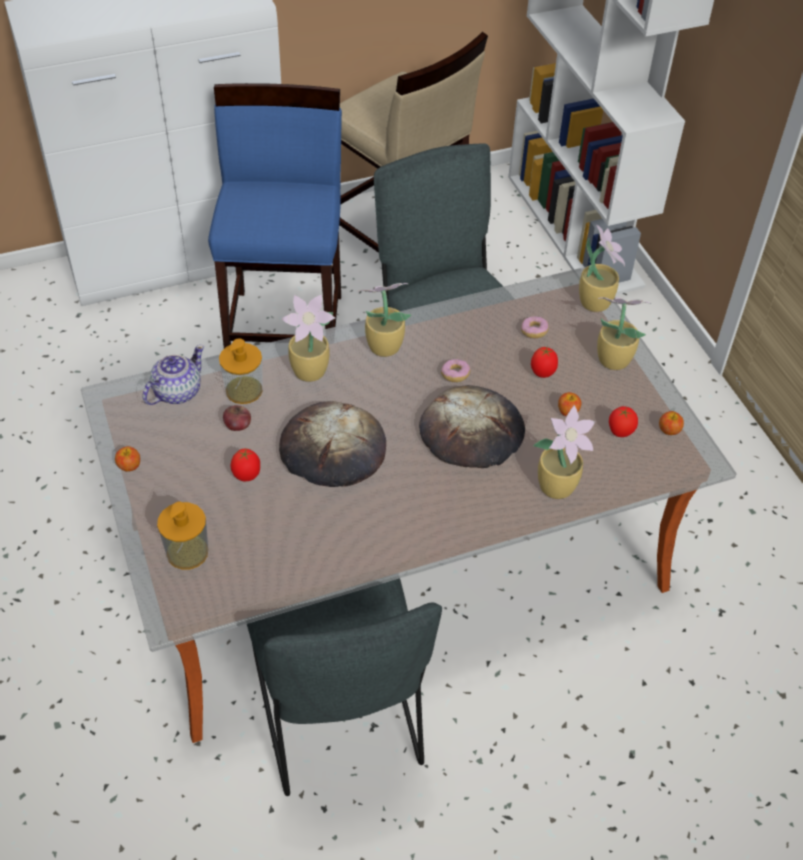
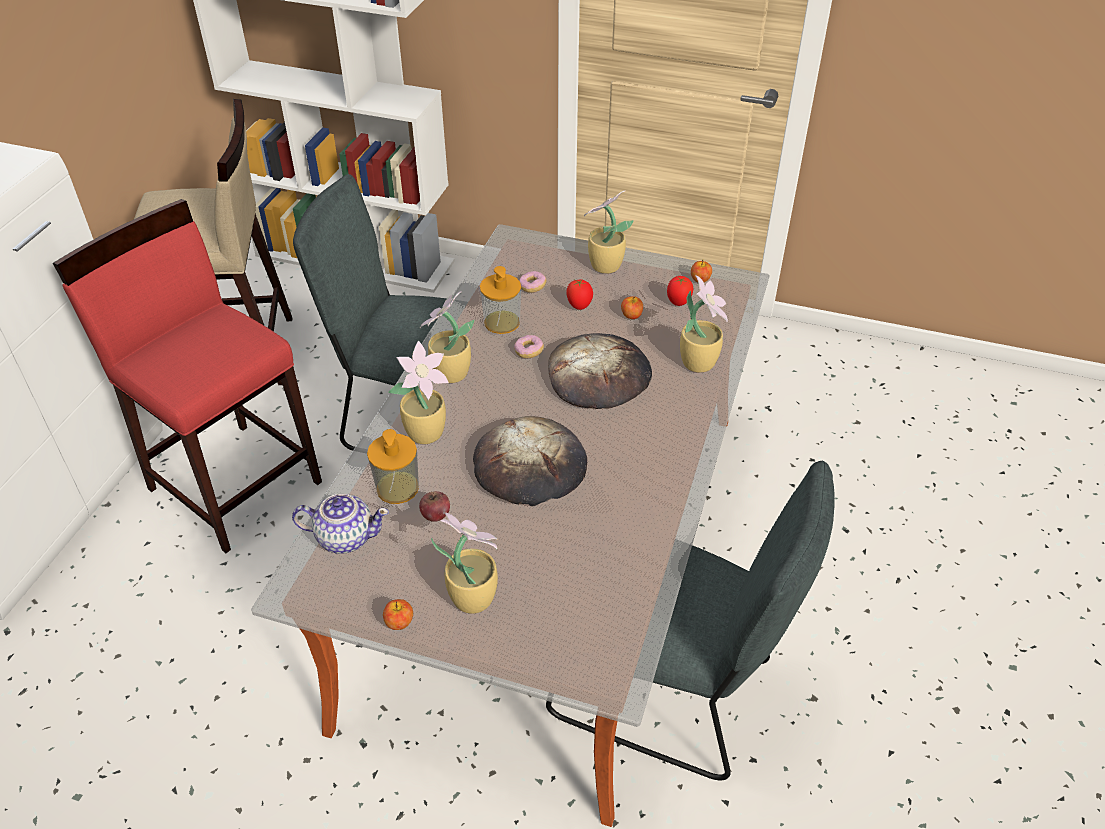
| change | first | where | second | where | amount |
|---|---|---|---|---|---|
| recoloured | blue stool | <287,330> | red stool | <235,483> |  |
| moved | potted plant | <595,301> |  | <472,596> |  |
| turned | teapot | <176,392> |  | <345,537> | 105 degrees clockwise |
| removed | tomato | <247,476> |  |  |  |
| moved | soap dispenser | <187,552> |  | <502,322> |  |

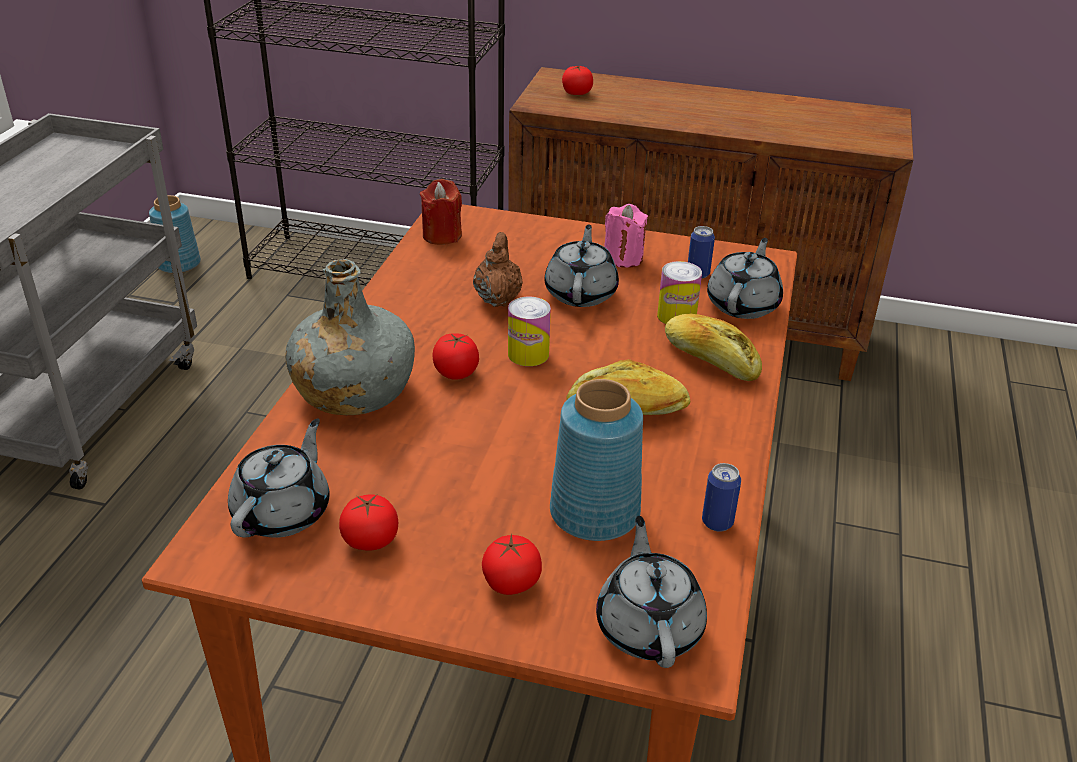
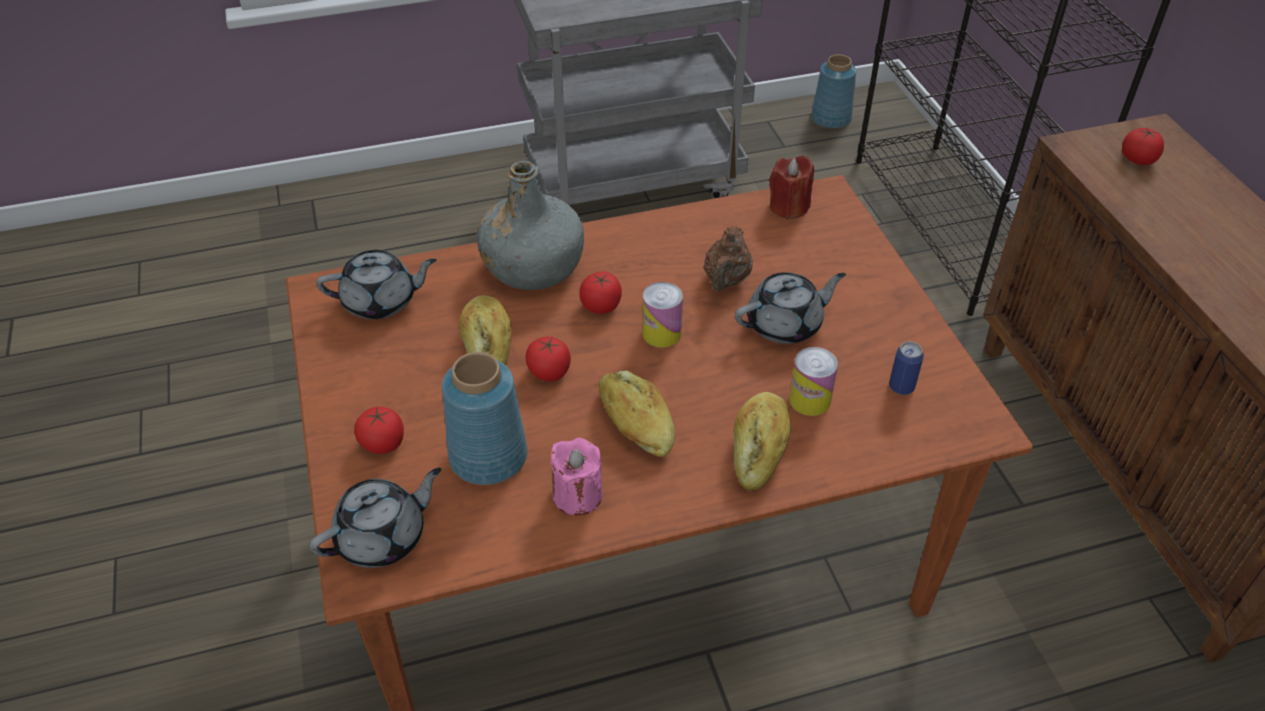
| change | first | where | second | where | amount |
|---|---|---|---|---|---|
| moved | pink candle | <623,258> |  | <577,495> |  |
| turned | brown teapot | <498,298> |  | <726,280> | 135 degrees clockwise |
| removed | grey teapot | <743,304> |  |  |  |
| removed | can | <717,522> |  |  |  |
| moved | tomato | <370,540> |  | <549,372> |  |
| added |  |  | bread | <488,346> |  |

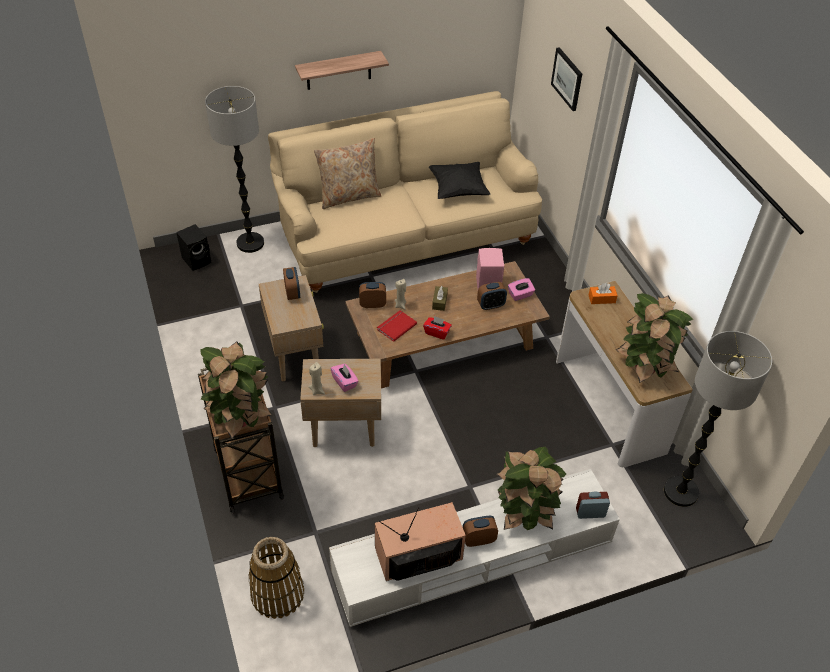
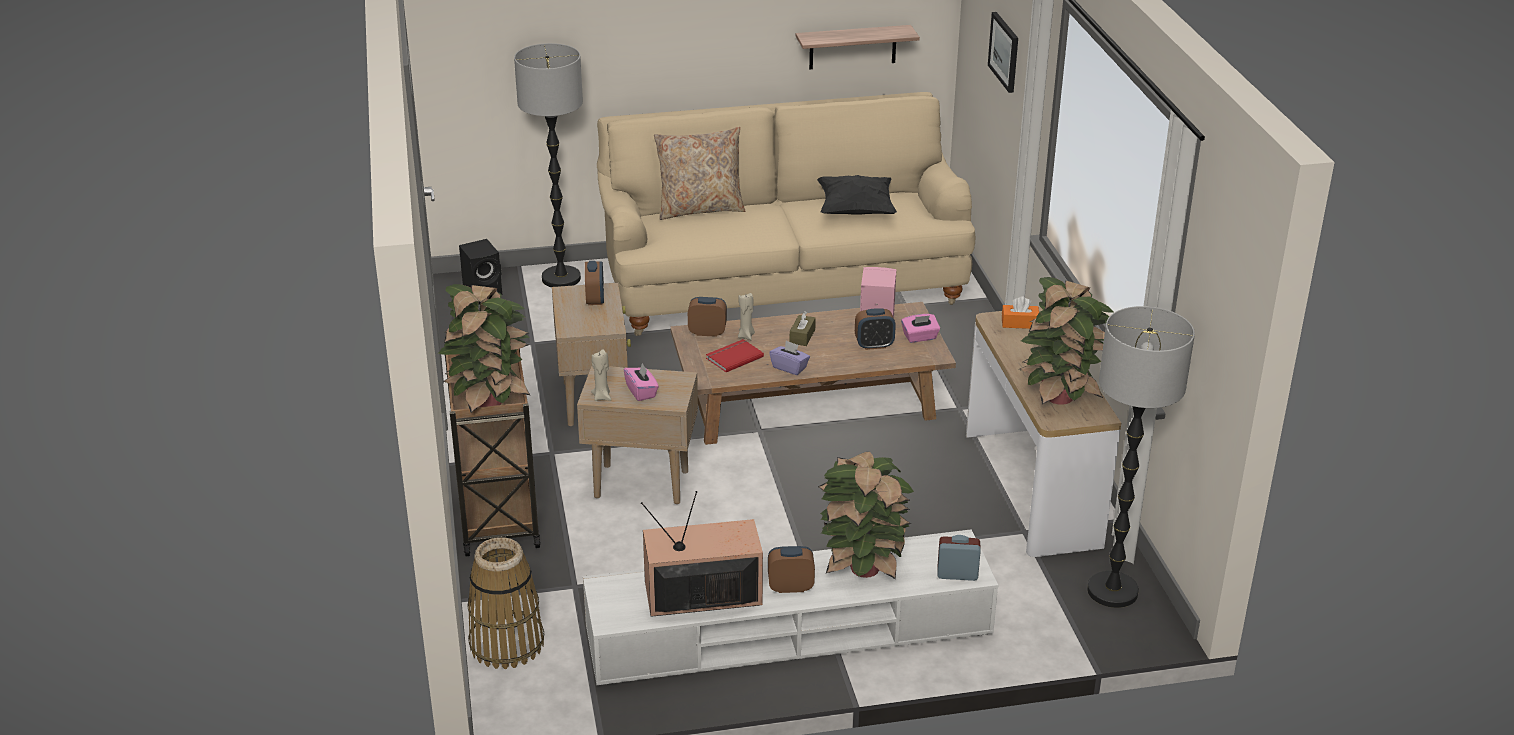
| change | first | where | second | where | amount |
|---|---|---|---|---|---|
| moved | shelf | <338,70> |  | <852,47> |  |
| recoloured | red tissue box | <437,332> | purple tissue box | <789,367> |  |

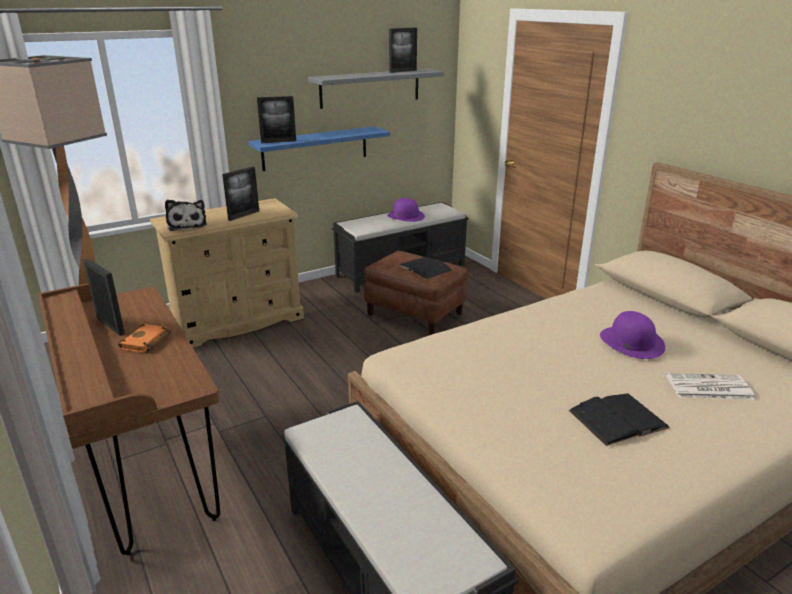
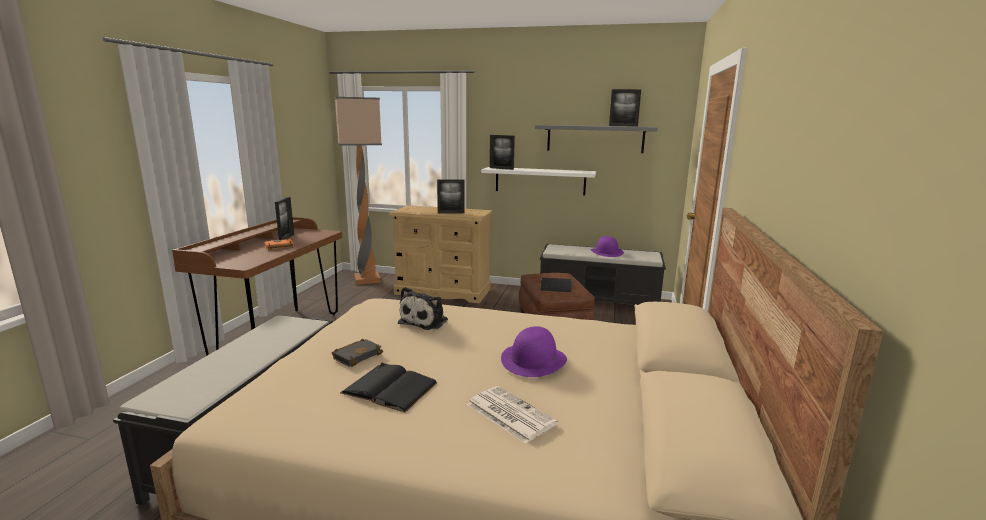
| change | first | where | second | where | amount |
|---|---|---|---|---|---|
| recoloured | blue shelf | <315,148> | white shelf | <540,181> |  |
| moved | plush toy | <187,225> |  | <425,321> |  |
| added |  |  | black book | <357,355> |  |

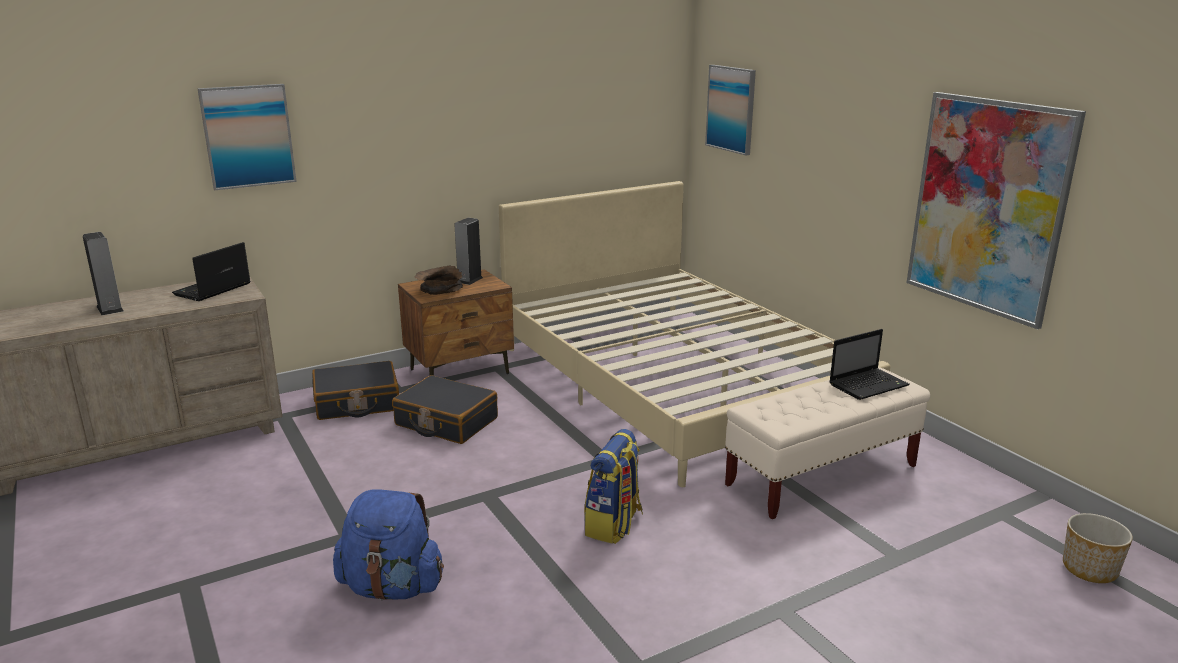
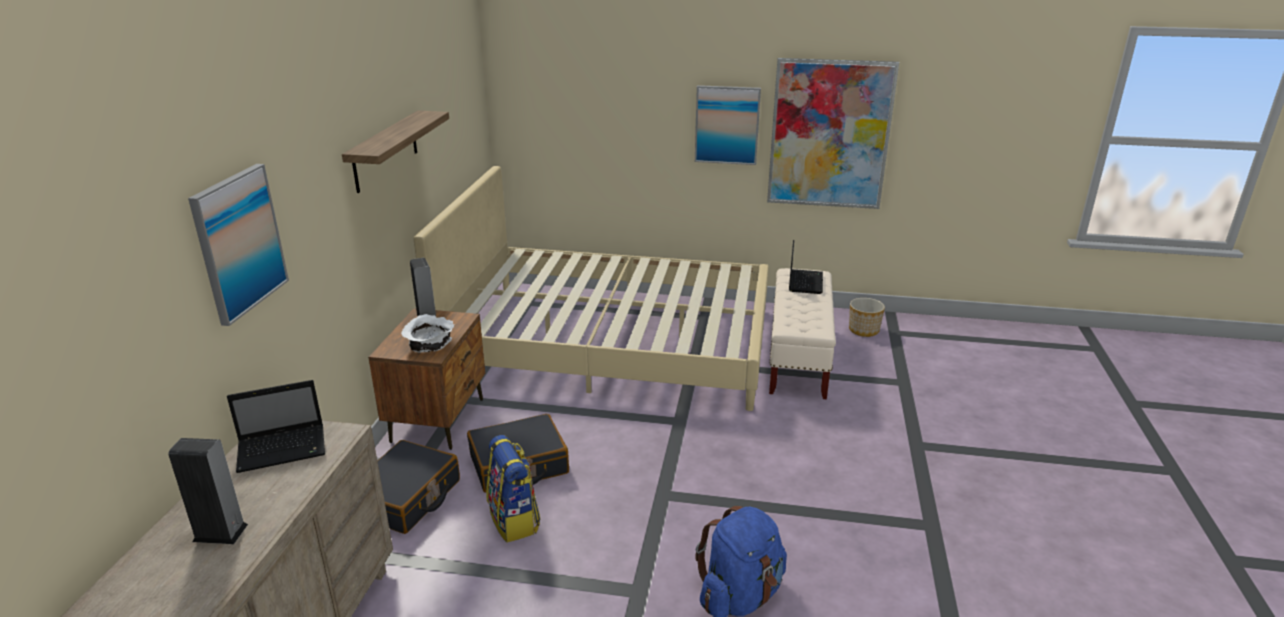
| change | first | where | second | where | amount |
|---|---|---|---|---|---|
| moved | picture | <731,109> |  | <727,125> |  |
| turned | laptop | <211,290> |  | <284,449> | 90 degrees counterclockwise |
| recoloured | brown bowl | <440,292> | white bowl | <430,345> |  |
| moved | backpack | <614,525> |  | <515,520> |  |
| moved | planter | <1089,569> |  | <863,330> |  |
| added |  |  | shelf | <385,151> |  |

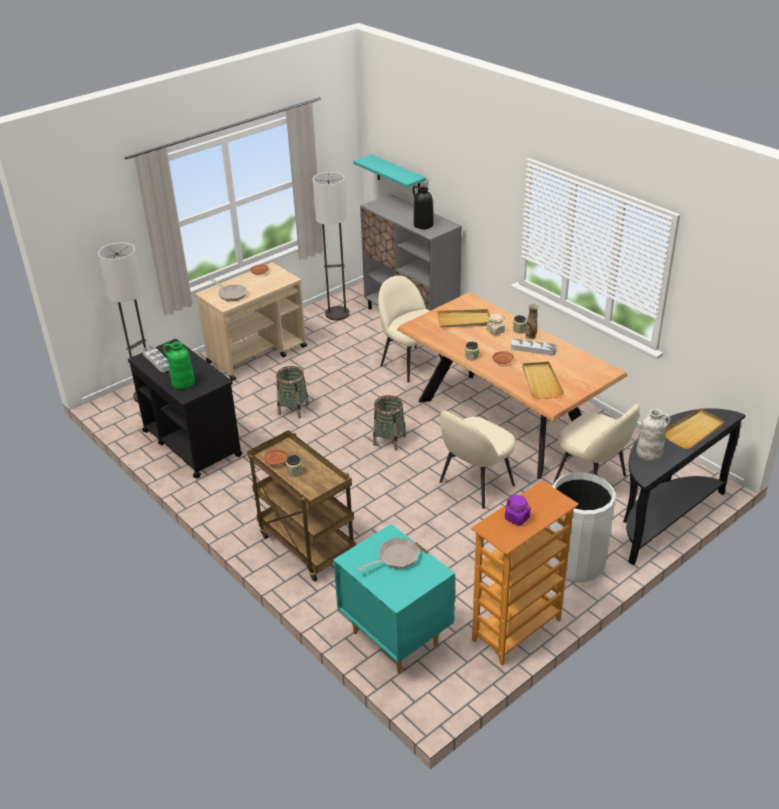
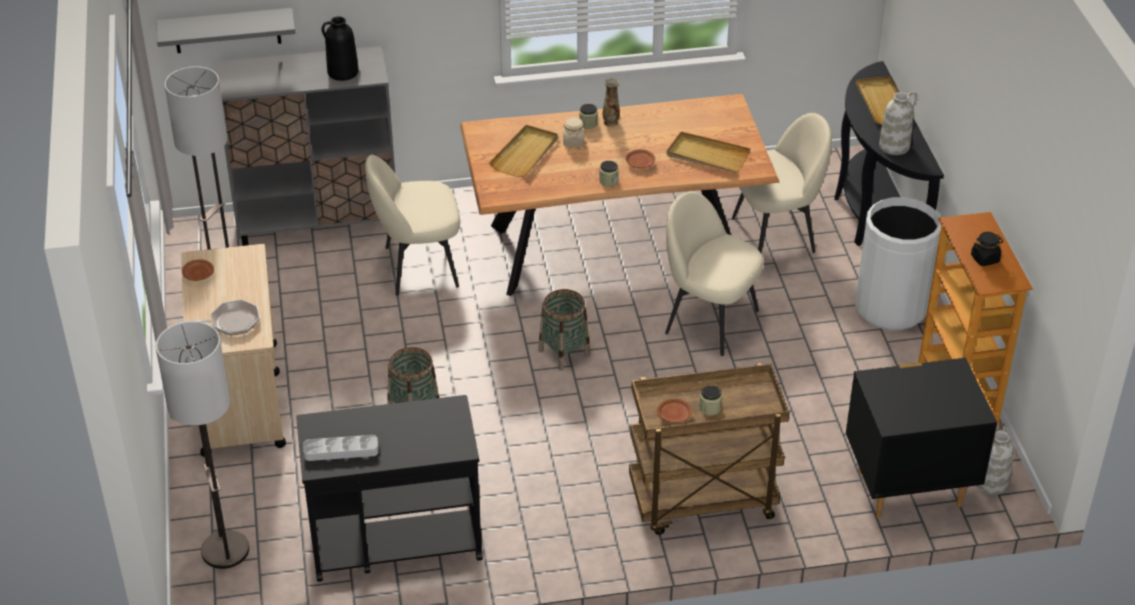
| change | first | where | second | where | amount |
|---|---|---|---|---|---|
| recoloured | turquoise shelf | <398,177> | grey shelf | <227,30> |  |
| removed | grey tray | <533,349> |  |  |  |
| removed | green vase | <183,383> |  |  |  |
| turned | beige chair | <475,484> |  | <709,320> | 135 degrees clockwise |
| recoloured | purple jar | <517,518> | black jar | <985,258> |  |
| recoloured | turquoise nightstand | <396,638> | black nightstand | <908,487> |  |
| removed | frying pan | <395,558> |  |  |  |
| added |  |  | white vase | <990,482> |  |

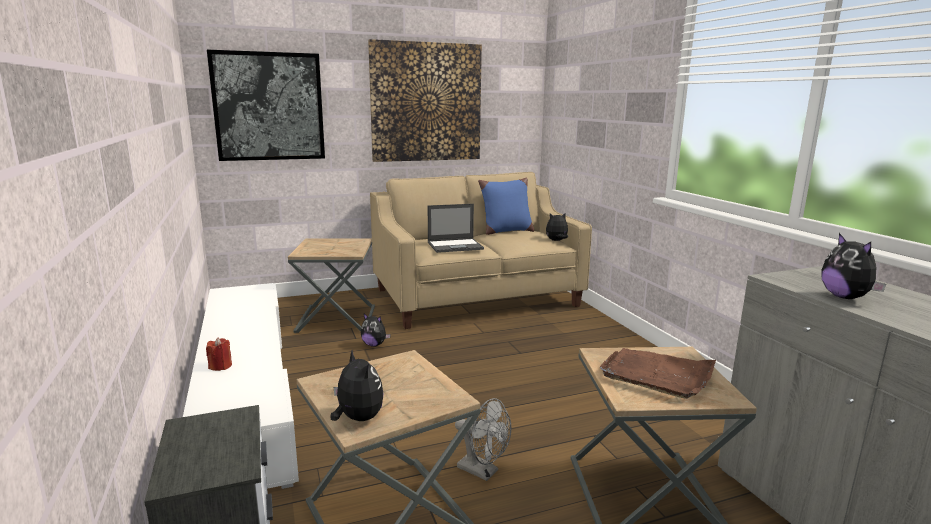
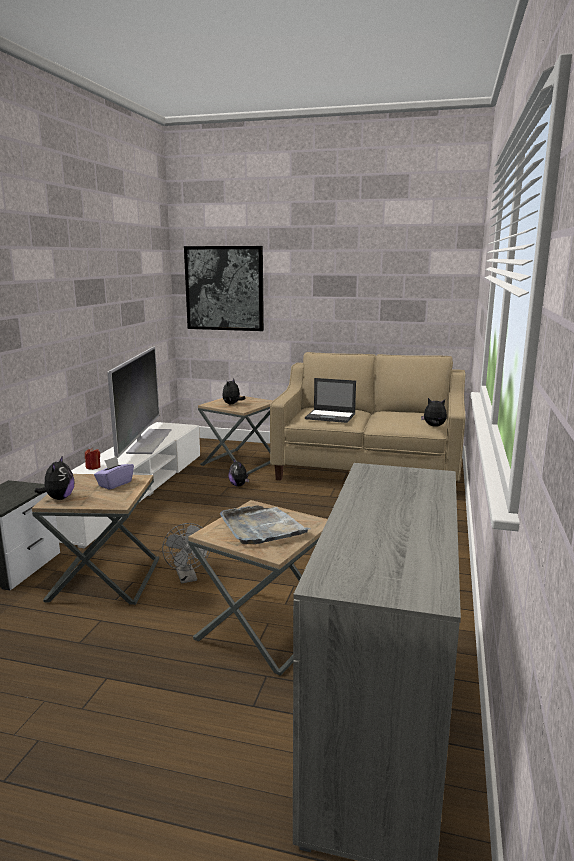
| change | first | where | second | where | amount |
|---|---|---|---|---|---|
| removed | picture | <426,102> |  |  |  |
| removed | blue pillow | <506,231> |  |  |  |
| moved | plush toy | <846,297> |  | <232,404> |  |
| recoloured | brown tray | <657,374> | grey tray | <262,527> |  |
| added |  |  | television | <148,441> |  |
| added |  |  | purple tissue box | <115,484> |  |

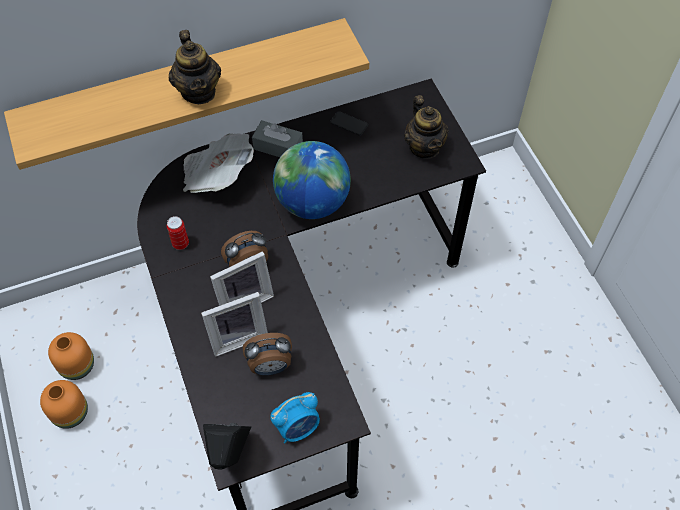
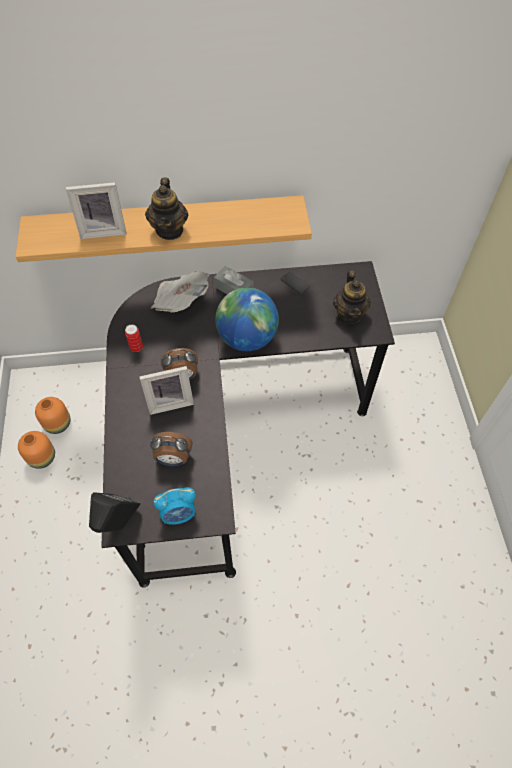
| change | first | where | second | where | amount |
|---|---|---|---|---|---|
| moved | picture frame | <237,336> |  | <103,229> |  |

